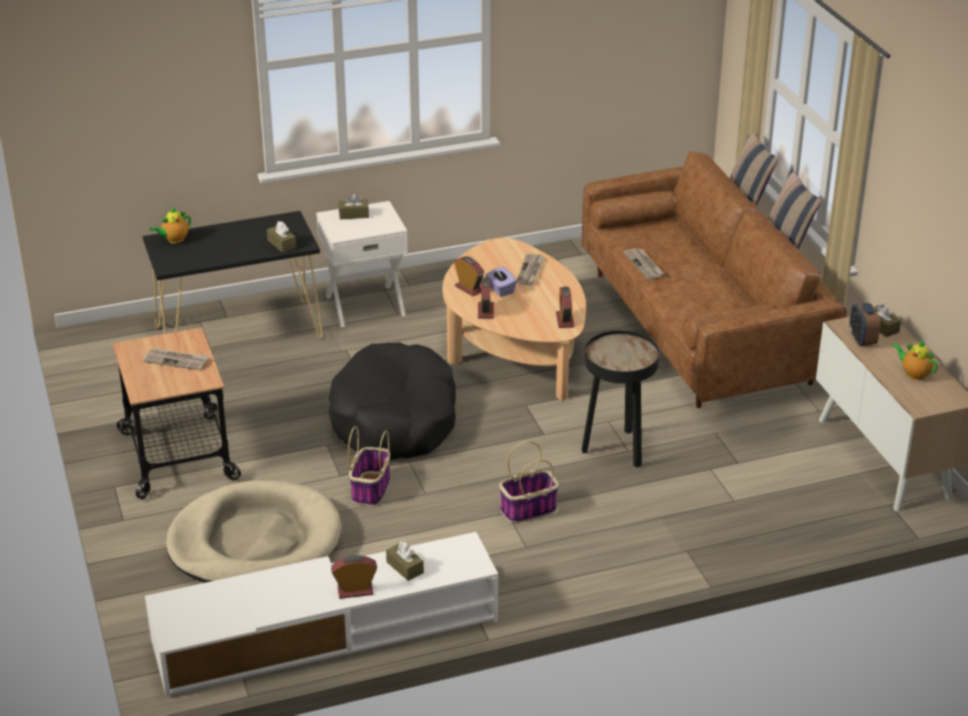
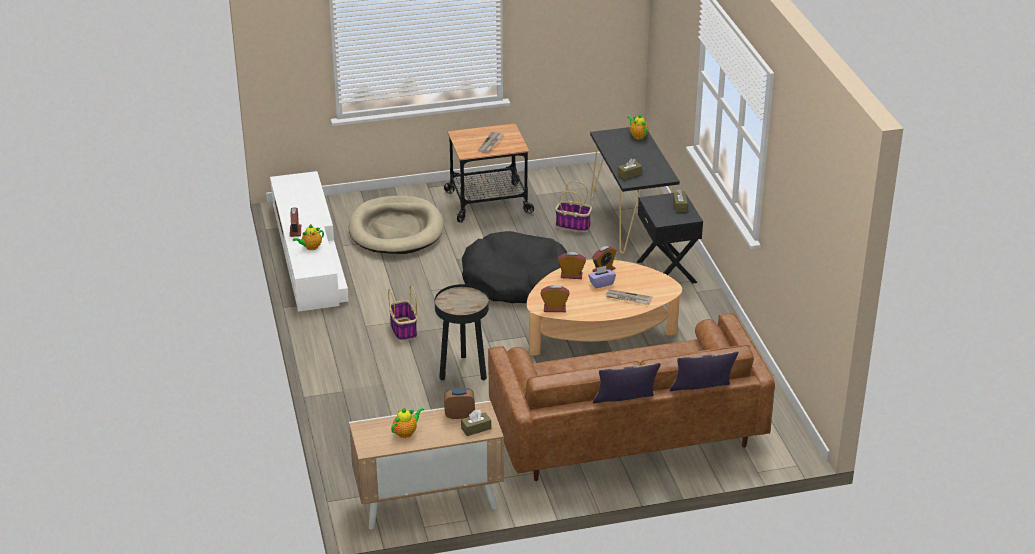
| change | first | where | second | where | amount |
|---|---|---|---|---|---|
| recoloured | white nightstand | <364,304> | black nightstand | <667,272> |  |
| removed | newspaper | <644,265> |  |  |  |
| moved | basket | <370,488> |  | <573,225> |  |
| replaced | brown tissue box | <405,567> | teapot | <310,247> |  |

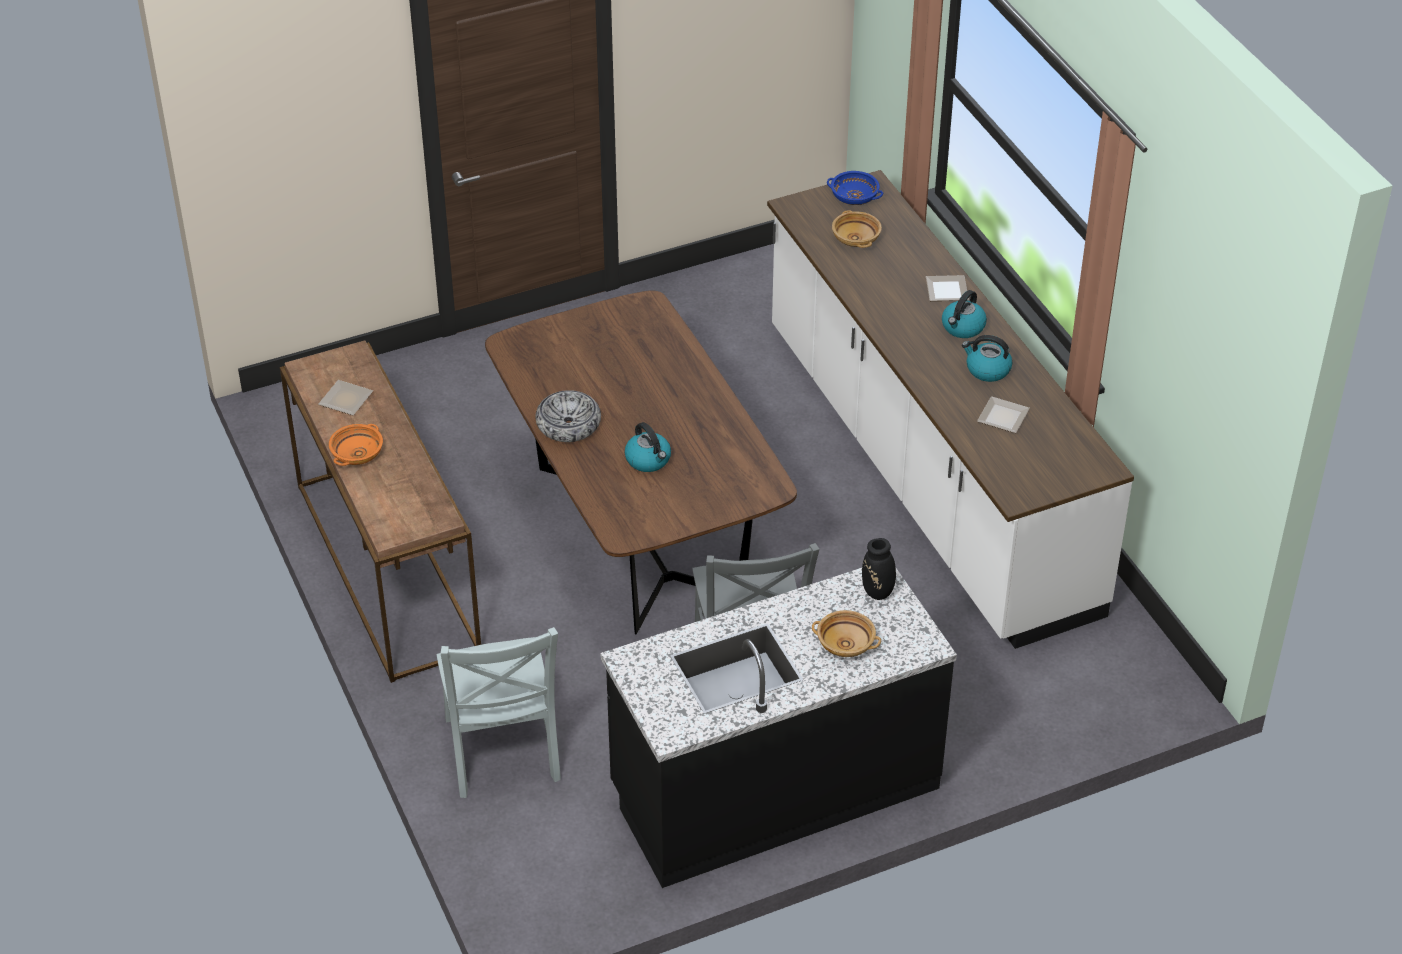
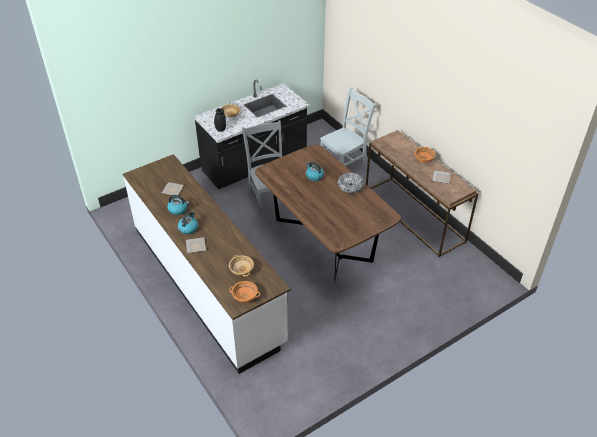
| change | first | where | second | where | amount |
|---|---|---|---|---|---|
| recoloured | blue bowl | <854,198> | orange bowl | <245,296> |  |
| turned | grey chair | <501,753> |  | <345,163> | 75 degrees clockwise |

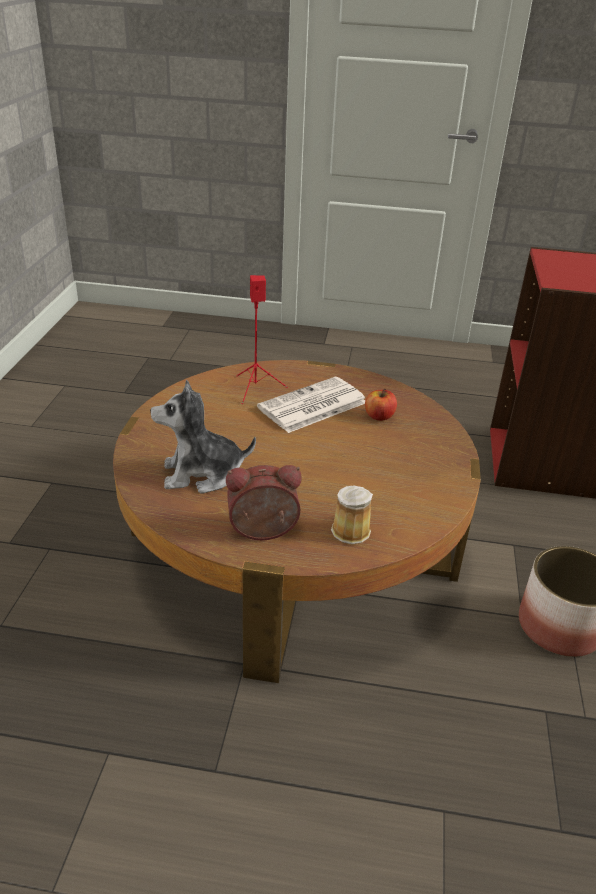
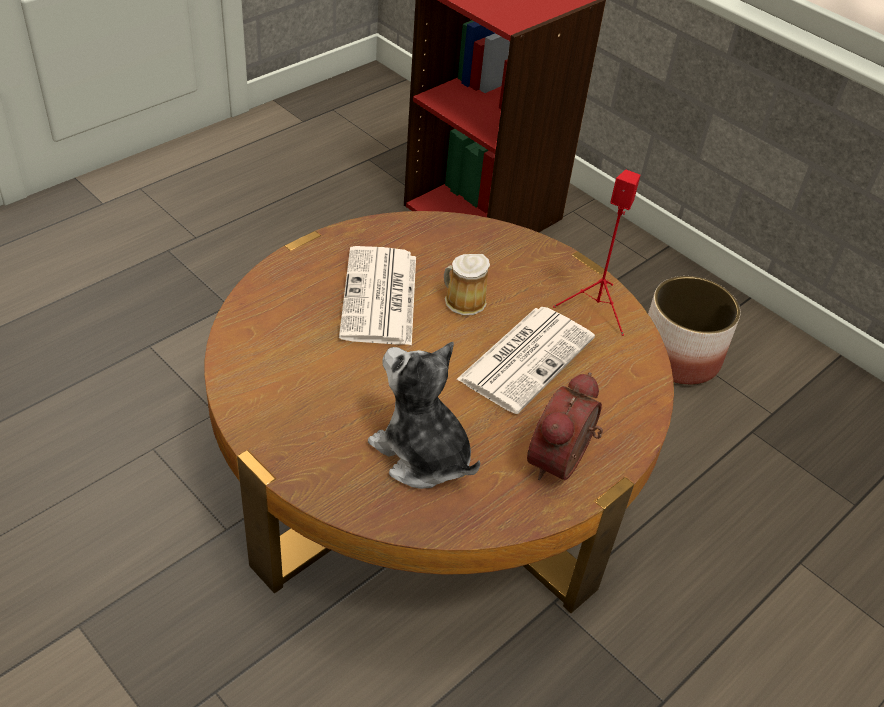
| change | first | where | second | where | amount |
|---|---|---|---|---|---|
| moved | red speaker | <255,389> |  | <597,309> |  |
| turned | plush toy | <201,474> |  | <422,455> | 105 degrees clockwise |
| removed | apple | <379,416> |  |  |  |
| moved | mug | <350,529> |  | <462,301> |  |
| added |  |  | newspaper | <526,357> |  |

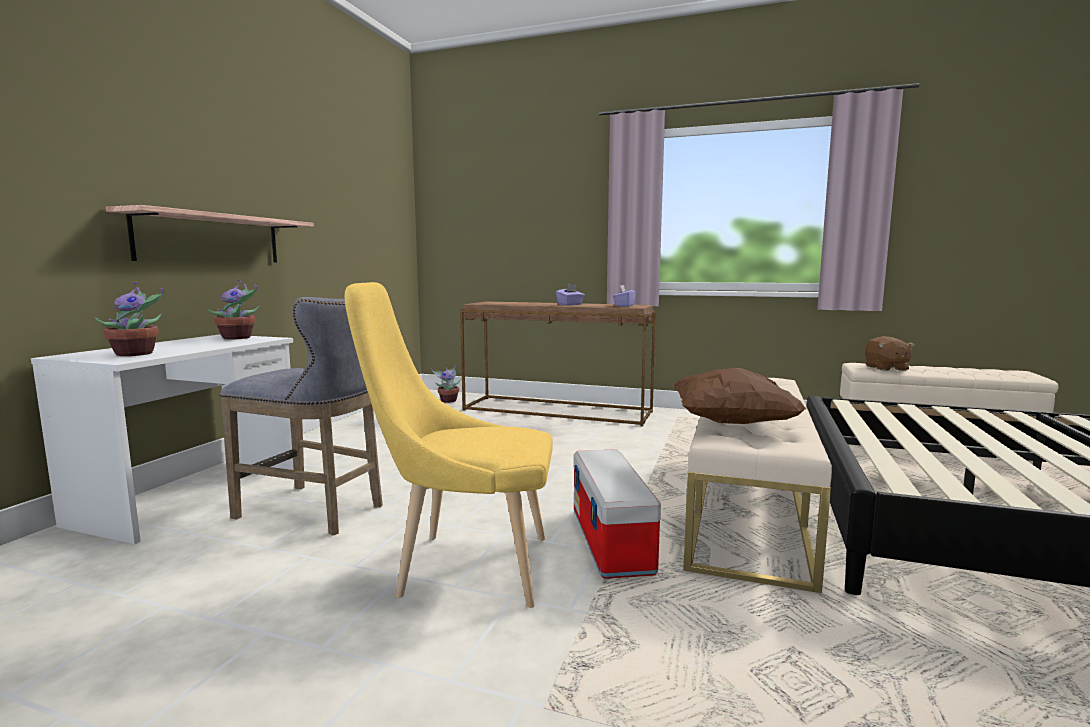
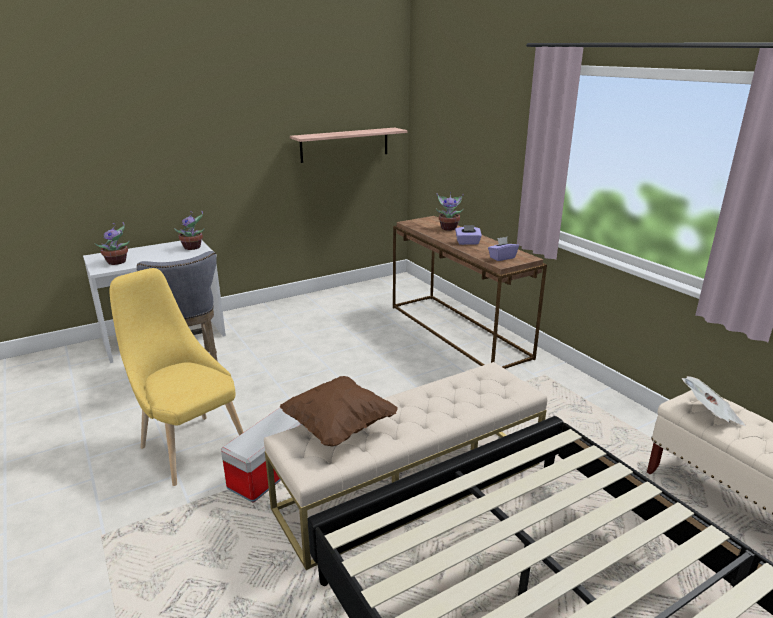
| change | first | where | second | where | amount |
|---|---|---|---|---|---|
| moved | shelf | <211,239> |  | <345,144> |  |
| replaced | brown plush toy | <886,368> | newspaper | <709,415> |  |
| moved | potted plant | <448,400> |  | <449,228> |  |

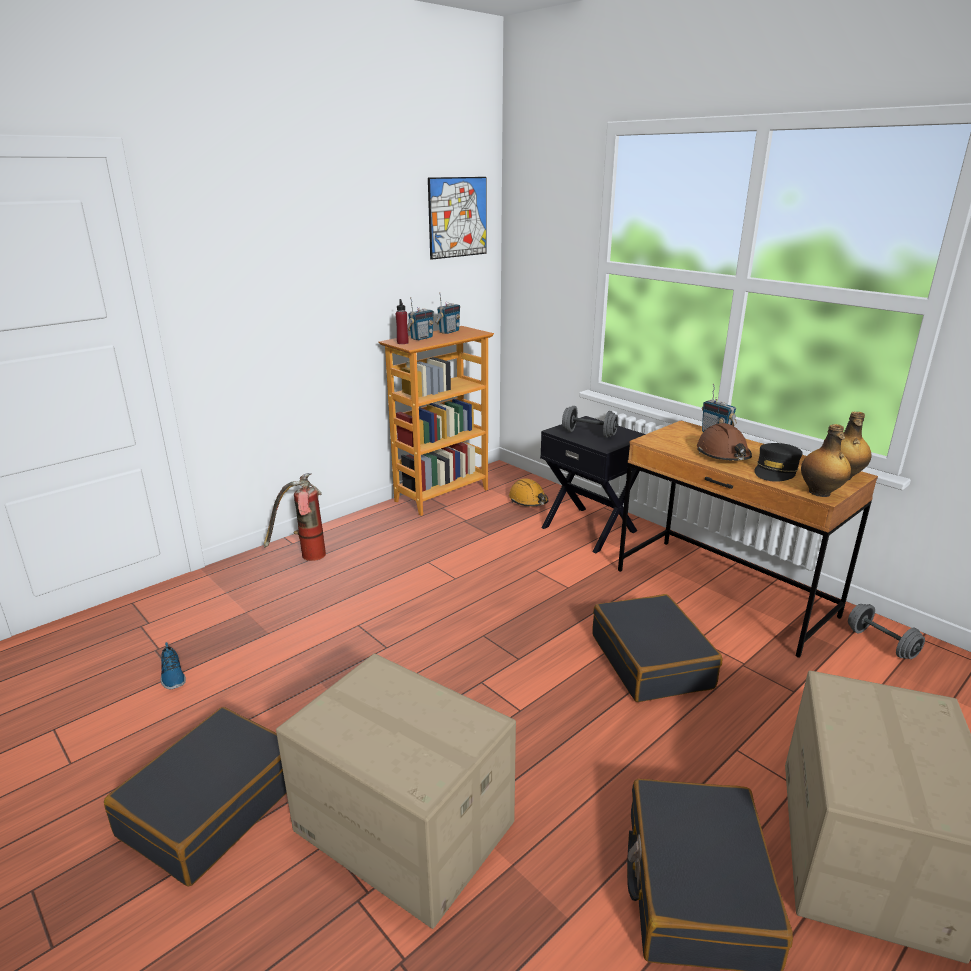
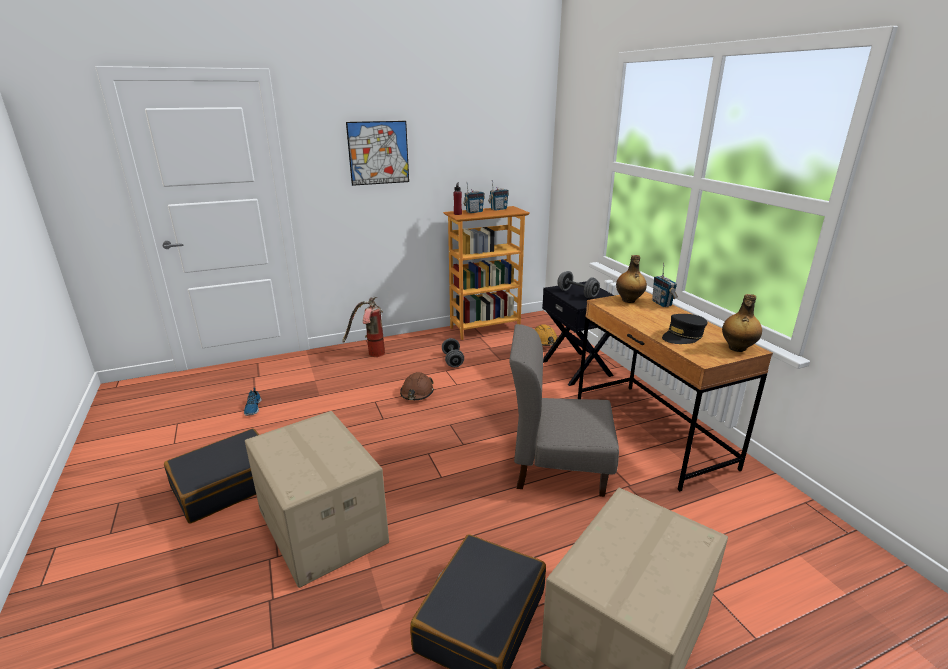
| change | first | where | second | where | amount |
|---|---|---|---|---|---|
| moved | picture | <458,217> |  | <378,153> |  |
| moved | brown hard hat | <723,455> |  | <417,393> |  |
| moved | bottle | <820,493> |  | <628,300> |  |
| replaced | black suitcase | <651,661> | grey chair | <557,467> |  |
| moved | grey dumbbell | <881,643> |  | <452,360> |  |

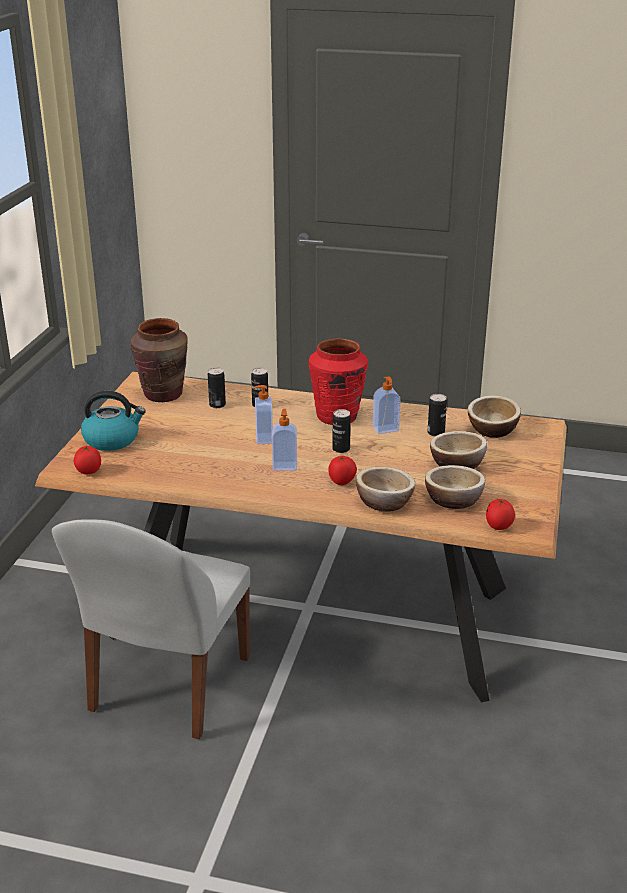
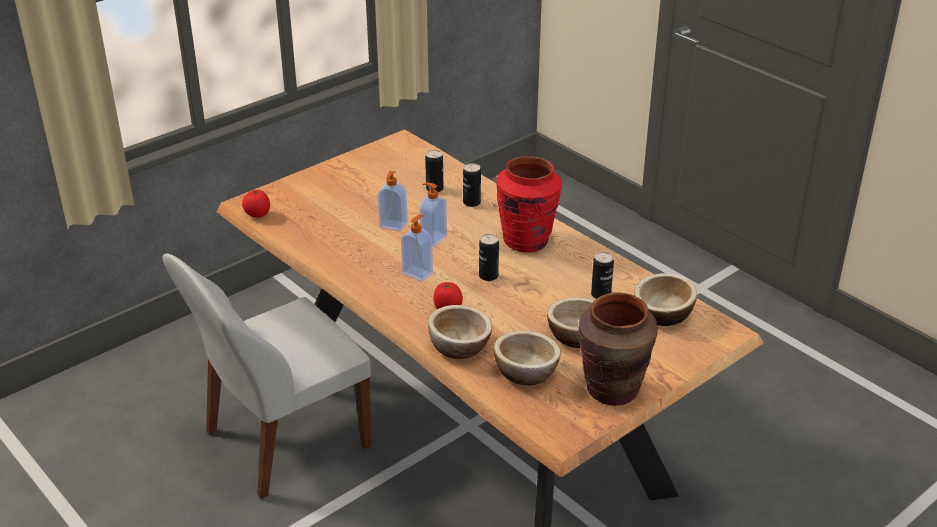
| change | first | where | second | where | amount |
|---|---|---|---|---|---|
| moved | brown vase | <163,394> |  | <612,390> |  |
| moved | soap dispenser | <386,429> |  | <393,225> |  |
| removed | kettle | <112,439> |  |  |  |
| removed | tomato | <498,527> |  |  |  |

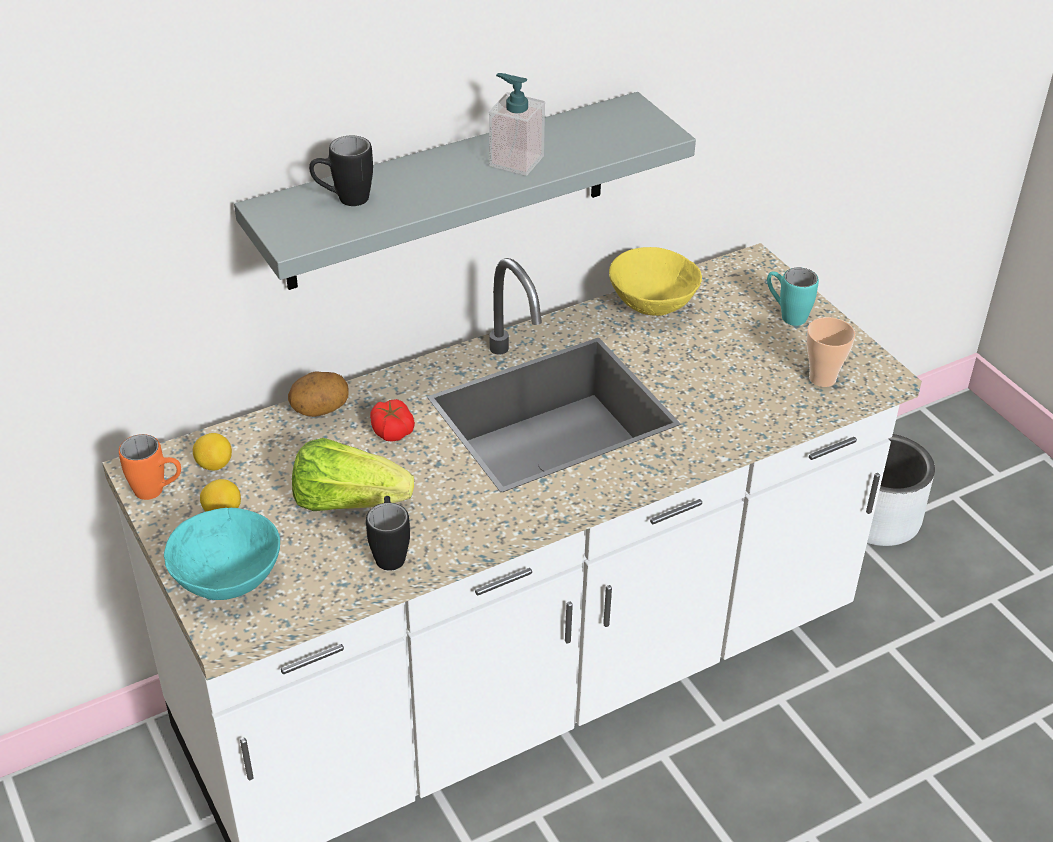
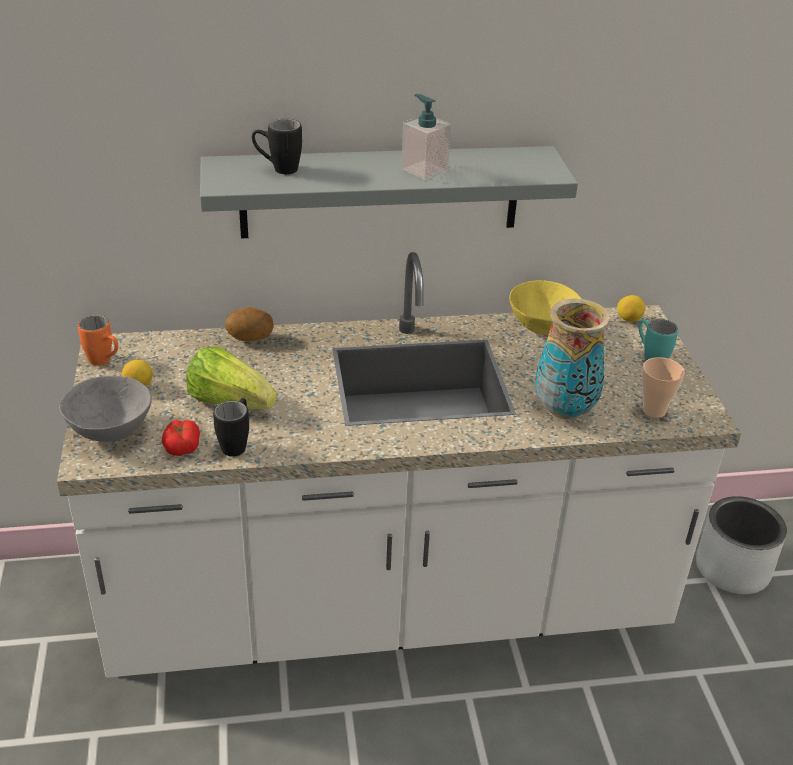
| change | first | where | second | where | amount |
|---|---|---|---|---|---|
| moved | tomato | <392,430> |  | <182,446> |  |
| moved | lemon | <214,465> |  | <628,319> |  |
| recoloured | turquoise bowl | <228,580> | grey bowl | <111,431> |  |
| added |  |  | vase | <564,410> |  |

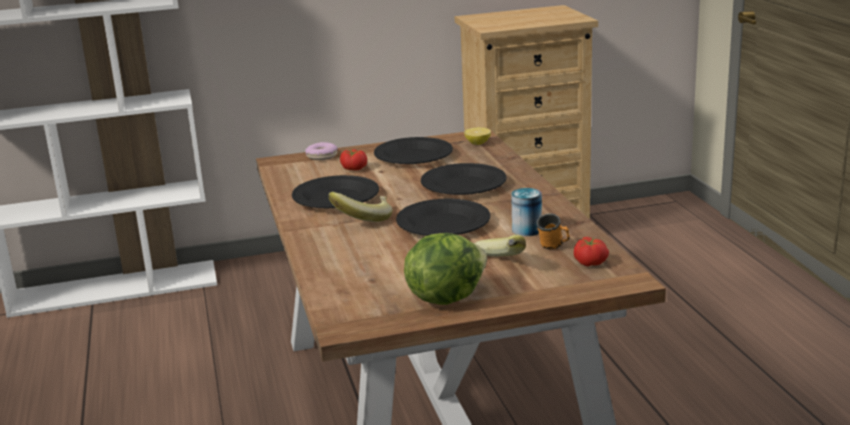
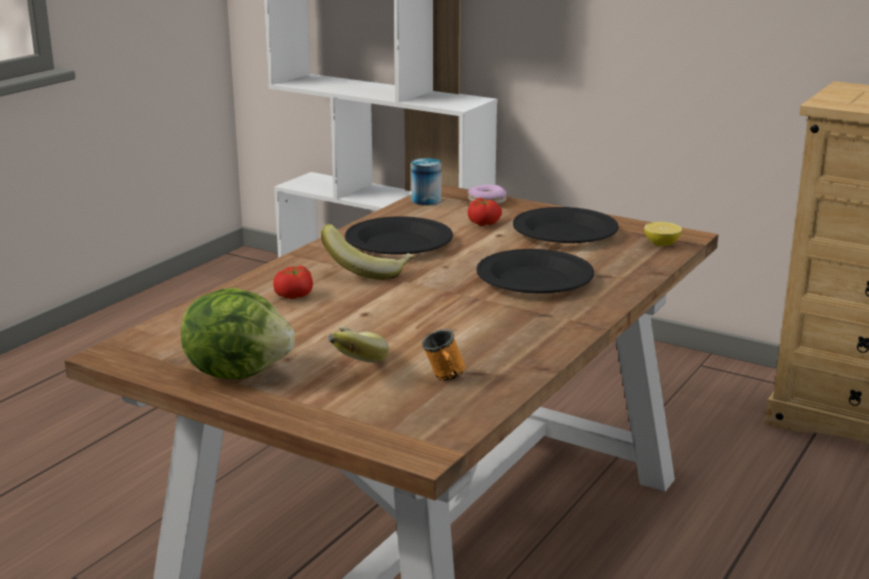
| change | first | where | second | where | amount |
|---|---|---|---|---|---|
| moved | can | <527,230> |  | <426,200> |  |
| removed | black plate | <443,224> |  |  |  |
| moved | tomato | <590,262> |  | <295,295> |  |

